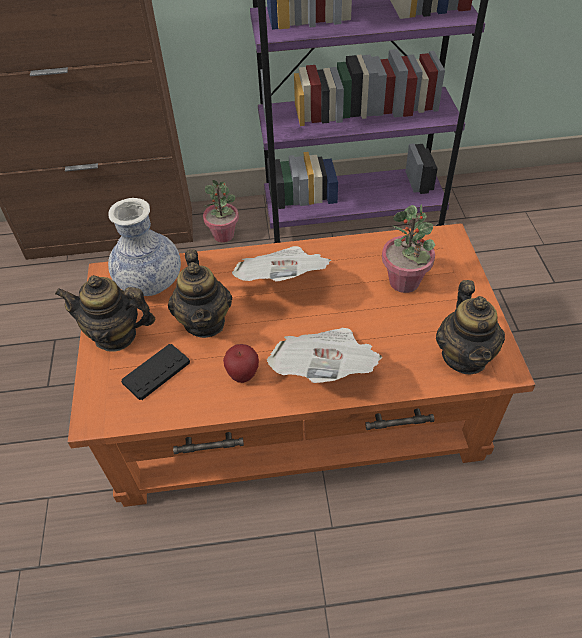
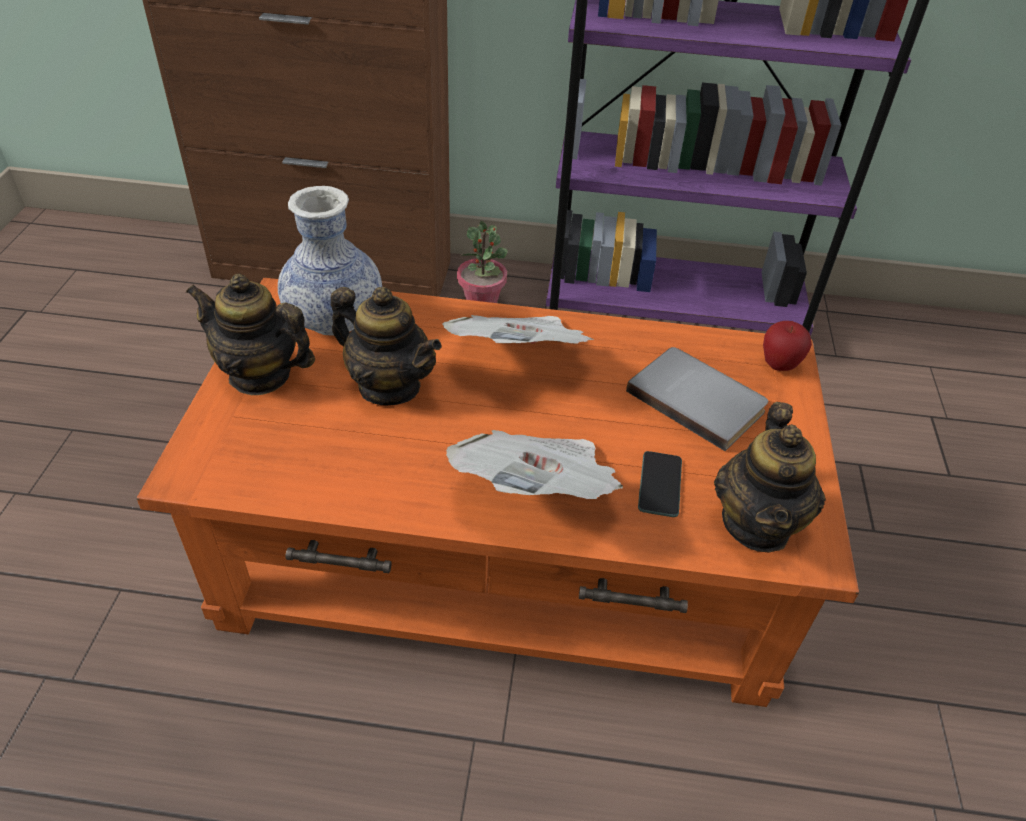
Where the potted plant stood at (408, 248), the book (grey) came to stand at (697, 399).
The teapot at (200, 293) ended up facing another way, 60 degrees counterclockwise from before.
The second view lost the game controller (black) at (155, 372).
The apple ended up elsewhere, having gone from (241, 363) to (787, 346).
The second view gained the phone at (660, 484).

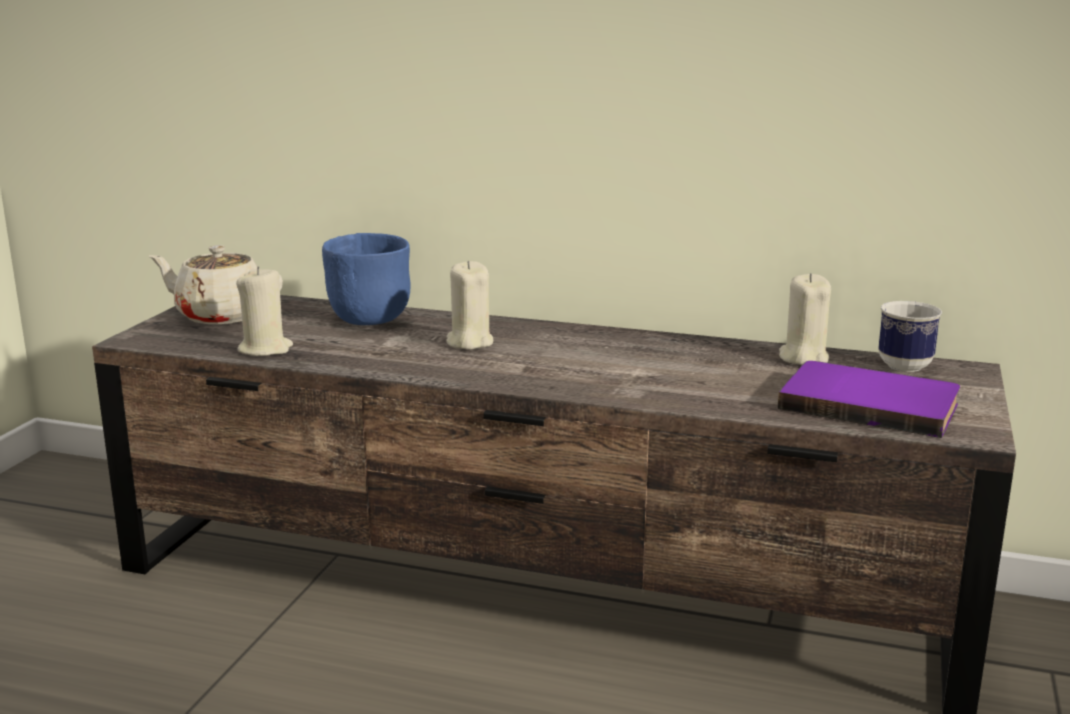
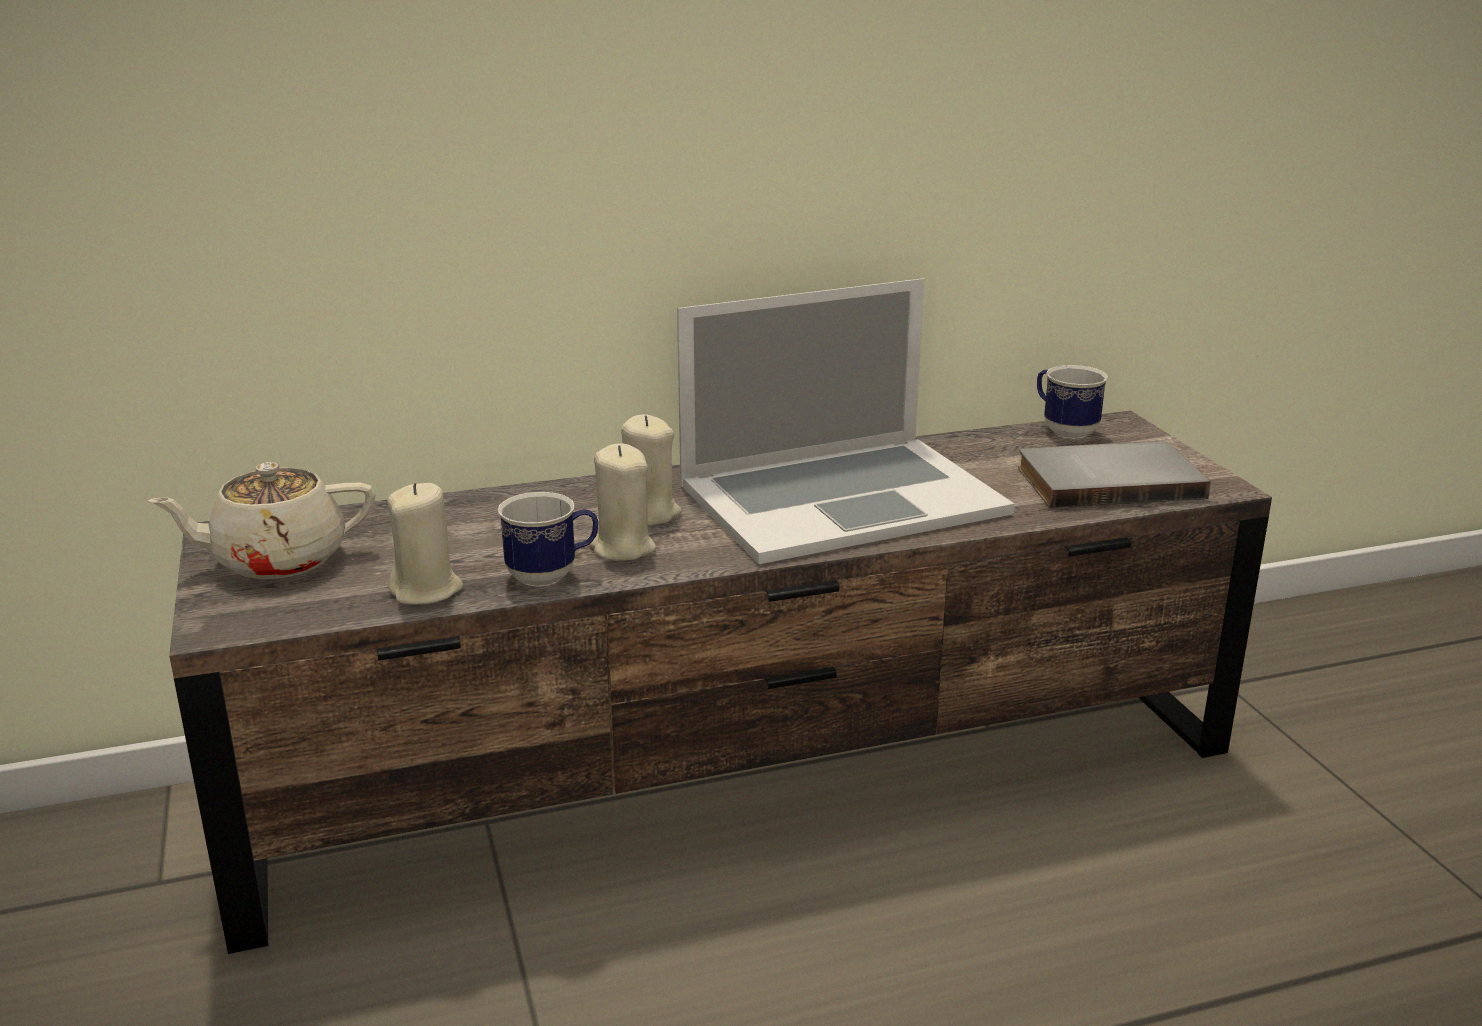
The second view lost the bowl (blue) at (366, 279).
The candle (beige) ended up elsewhere, having gone from (805, 319) to (622, 502).
What was the book (purple) at (869, 399) turned into the book (grey) at (1114, 474).
The second view gained the laptop at (846, 421).
The second view gained the mug at (548, 539).

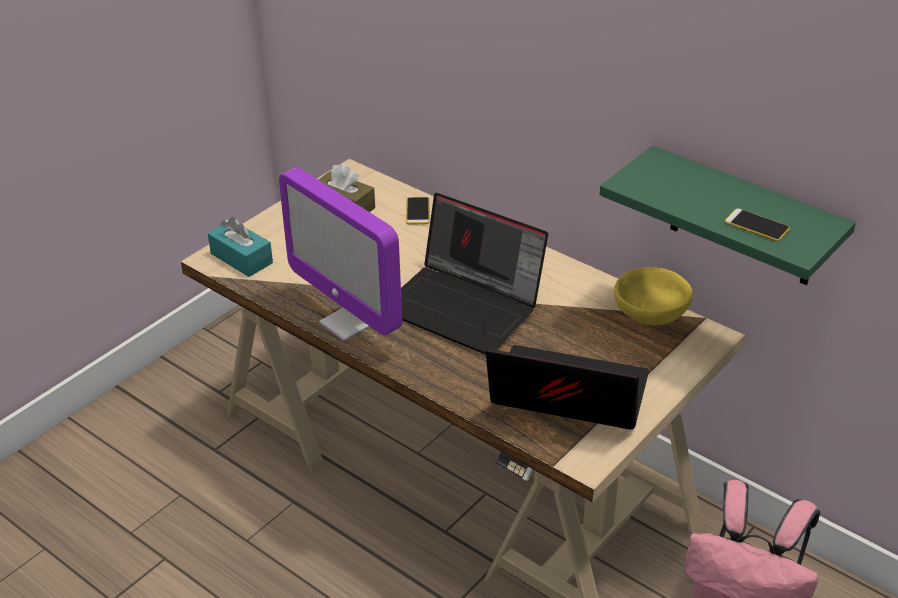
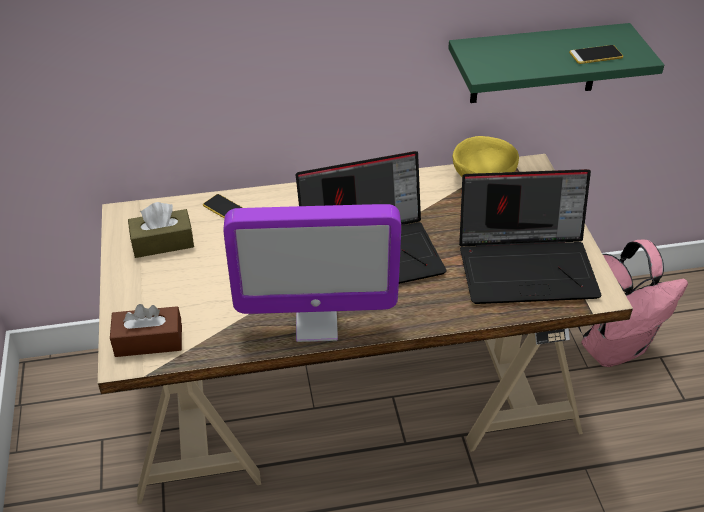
What was the tissue box (turquoise) at (240, 247) turned into the tissue box (brown) at (146, 330).
The laptop at (567, 387) ended up facing another way, 150 degrees counterclockwise from before.

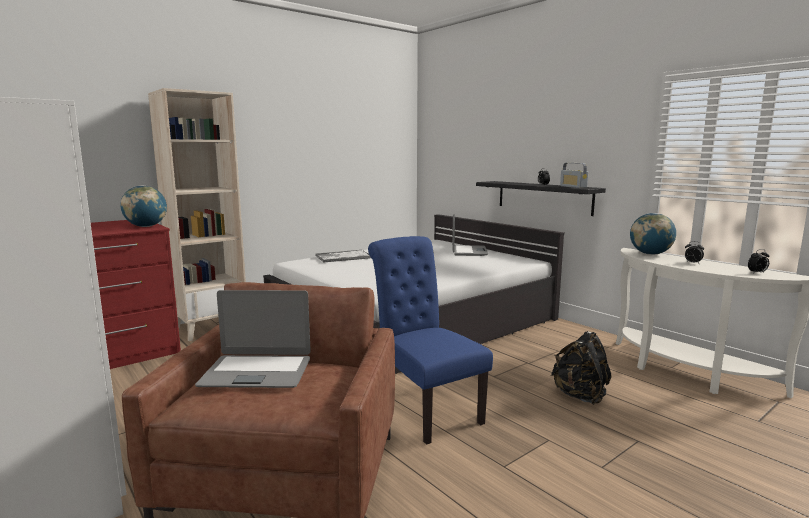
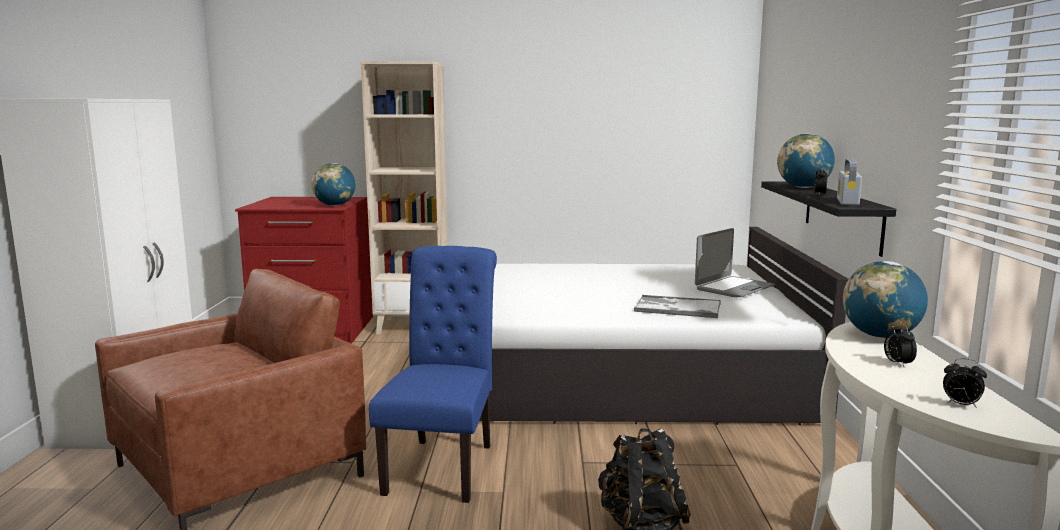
The tray ended up elsewhere, having gone from (343, 256) to (677, 306).
The second view lost the laptop at (253, 339).
The second view gained the globe at (806, 161).

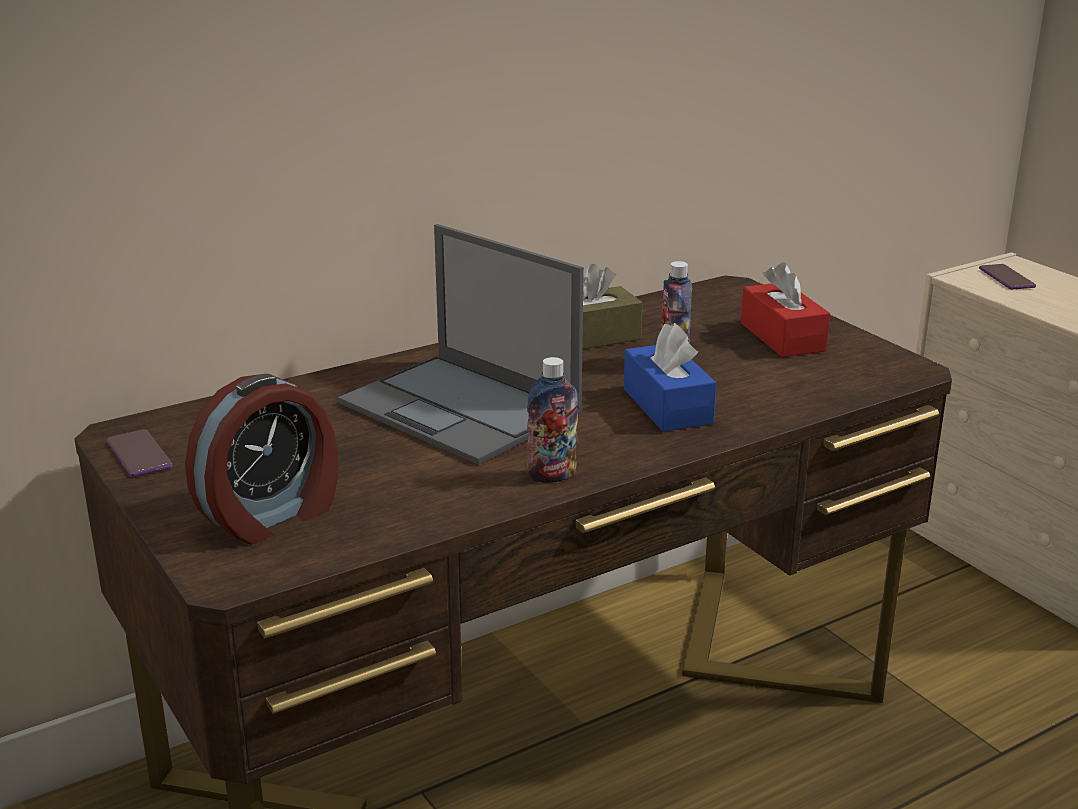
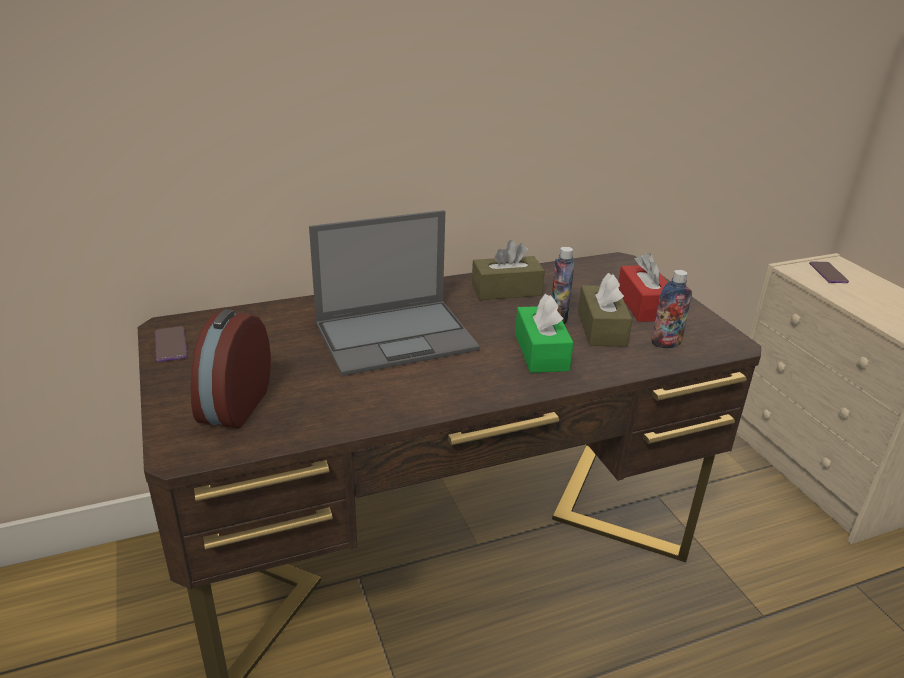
The laptop at (461, 344) ended up facing another way, 75 degrees counterclockwise from before.
What was the tissue box (blue) at (670, 377) turned into the tissue box (green) at (544, 333).
The bottle ended up elsewhere, having gone from (552, 420) to (672, 309).
The alarm clock at (262, 459) ended up facing another way, 135 degrees clockwise from before.
The second view gained the tissue box (brown) at (605, 310).

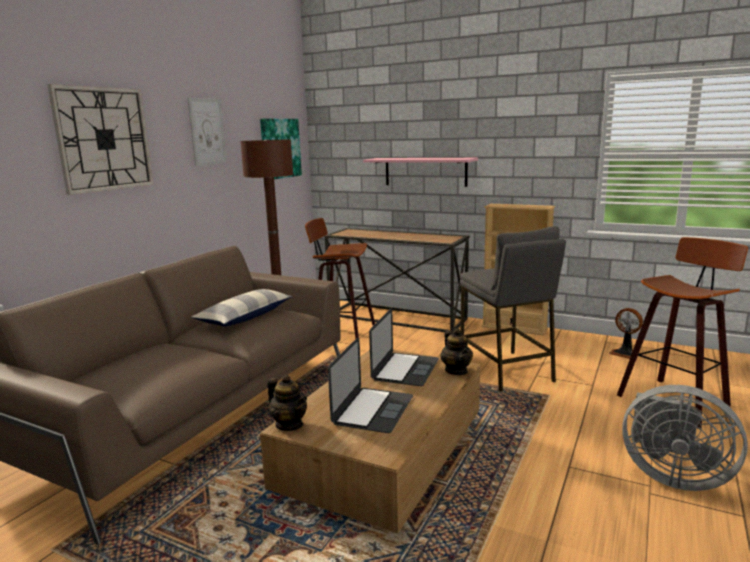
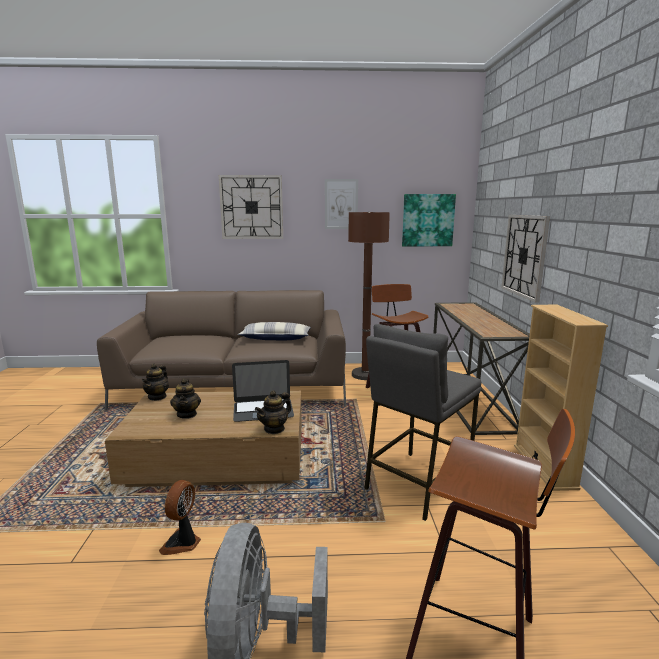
Where the shelf (pink) hung at (420, 172), the wall clock came to hang at (525, 259).
The fan ended up elsewhere, having gone from (626, 333) to (180, 517).
Where the laptop stood at (370, 385), the teapot came to stand at (185, 398).

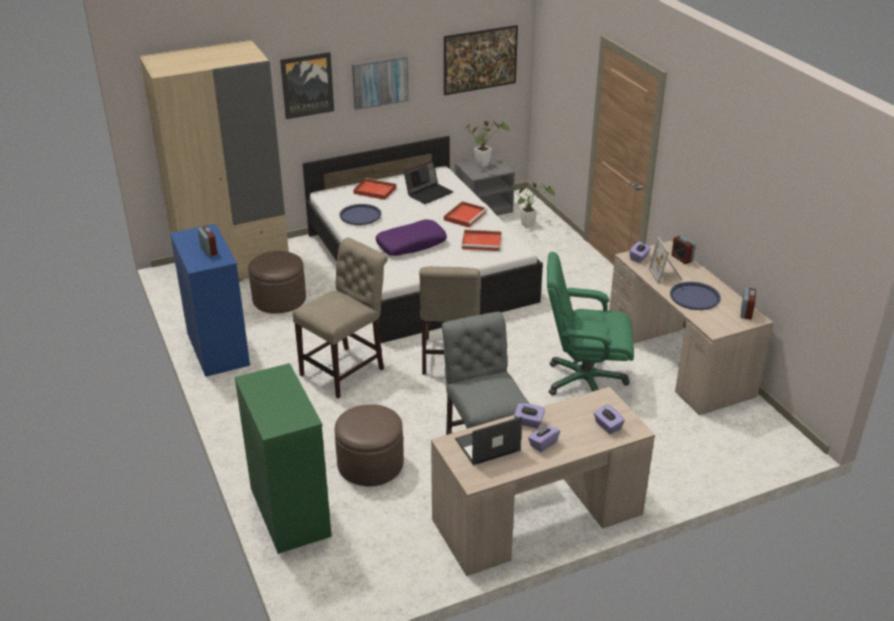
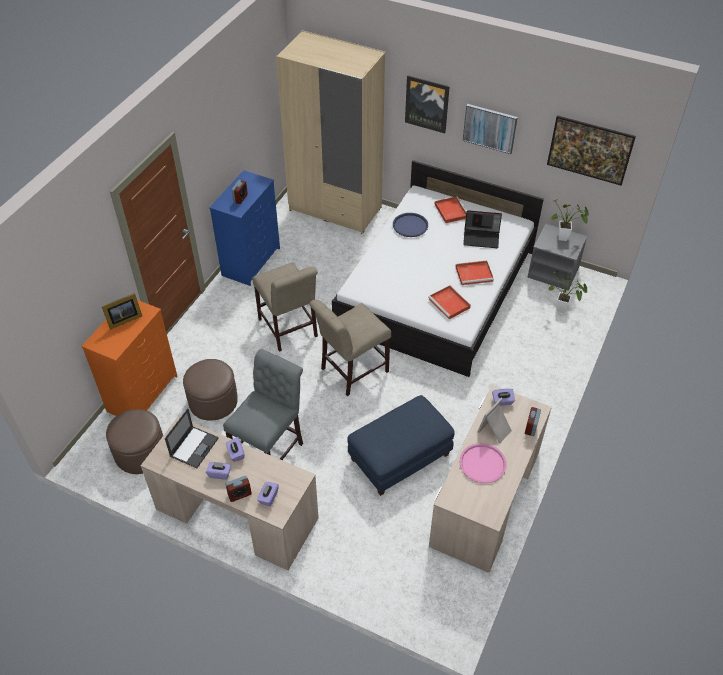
The second view lost the pillow (purple) at (411, 237).
The chair (beige) at (340, 317) ended up facing another way, 60 degrees clockwise from before.
The ottoman (brown) ended up elsewhere, having gone from (277, 282) to (134, 441).
Where the office chair (green) stood at (590, 323), the ottoman (blue) came to stand at (401, 445).
What was the tray (blue) at (695, 296) turned into the tray (pink) at (483, 463).
The alarm clock ended up elsewhere, having gone from (748, 304) to (238, 489).
What was the dresser (green) at (283, 458) turned into the dresser (orange) at (129, 358).
The laptop at (488, 440) ended up facing another way, 90 degrees clockwise from before.
The second view gained the picture frame at (122, 311).

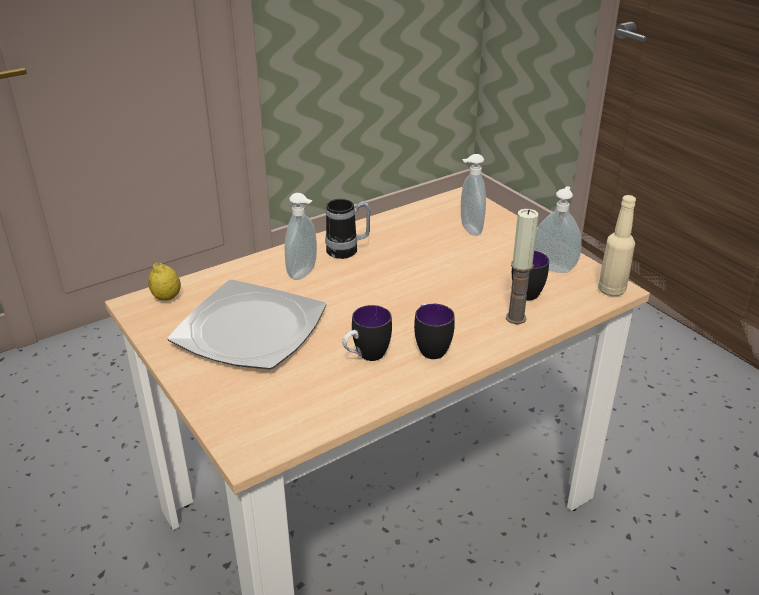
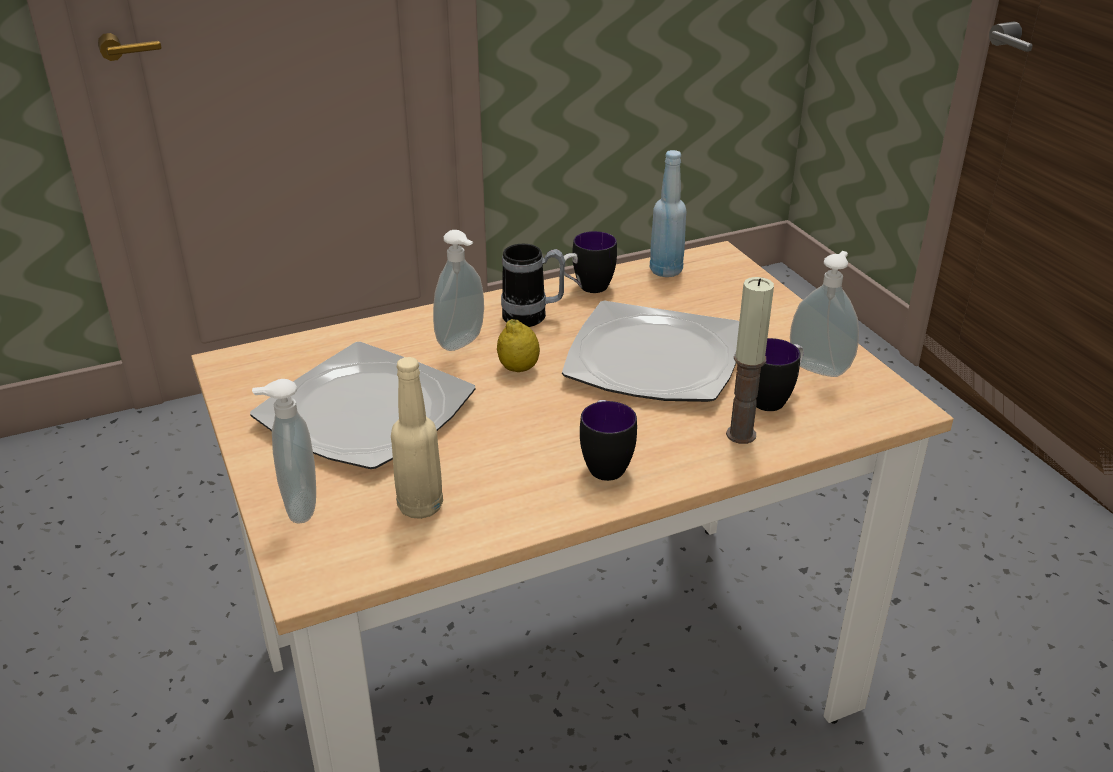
The soap dispenser ended up elsewhere, having gone from (473, 195) to (284, 451).
The bottle (beige) ended up elsewhere, having gone from (617, 245) to (417, 438).
The lemon ended up elsewhere, having gone from (164, 282) to (518, 345).
The mug ended up elsewhere, having gone from (367, 333) to (588, 262).
The second view gained the bottle (blue) at (668, 213).
The second view gained the plate at (650, 351).

